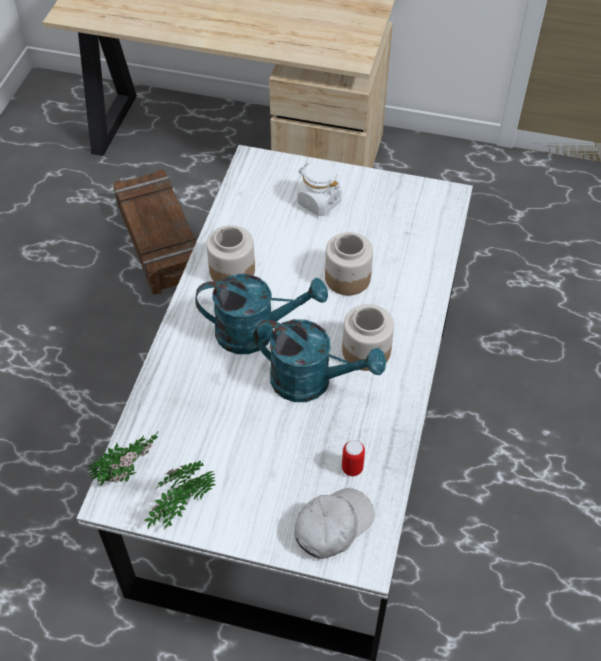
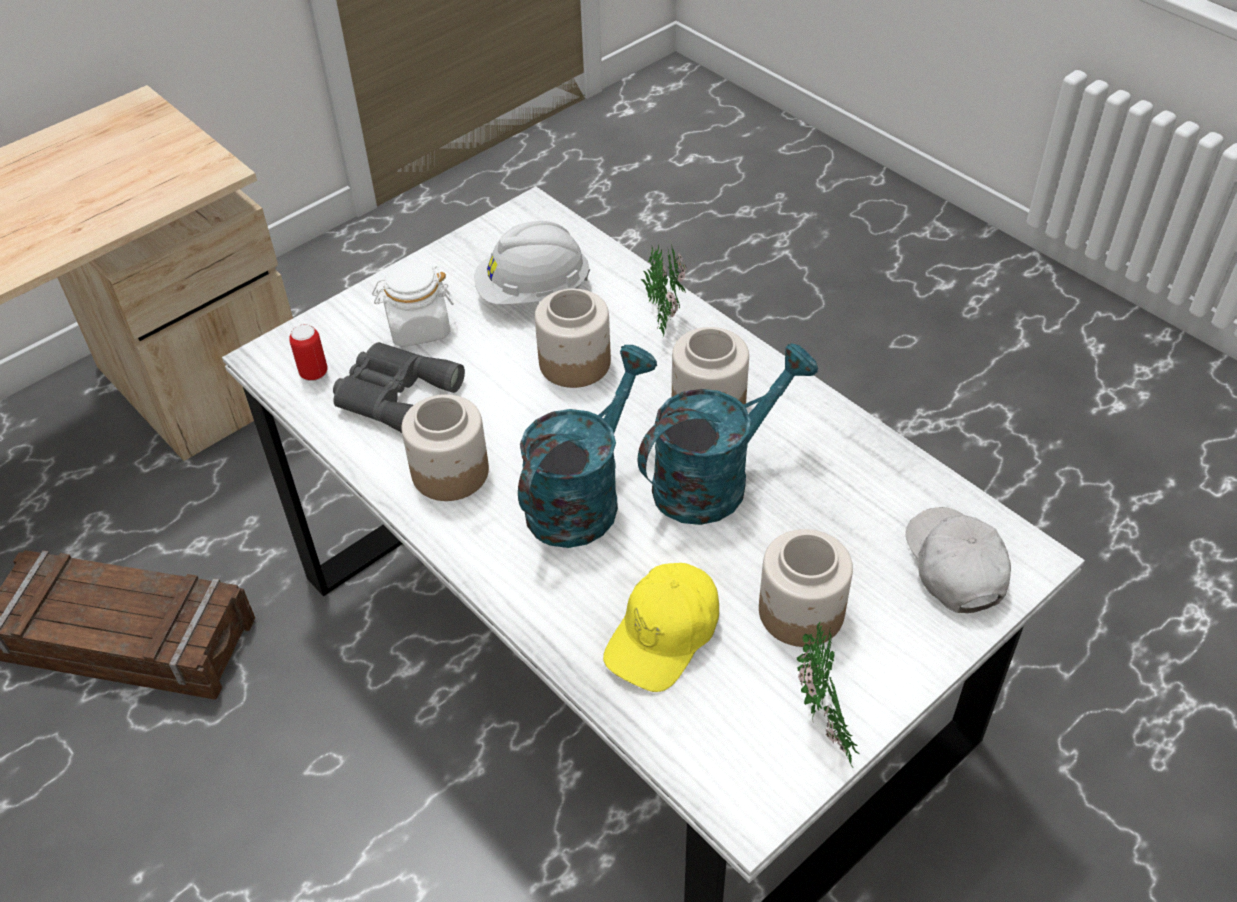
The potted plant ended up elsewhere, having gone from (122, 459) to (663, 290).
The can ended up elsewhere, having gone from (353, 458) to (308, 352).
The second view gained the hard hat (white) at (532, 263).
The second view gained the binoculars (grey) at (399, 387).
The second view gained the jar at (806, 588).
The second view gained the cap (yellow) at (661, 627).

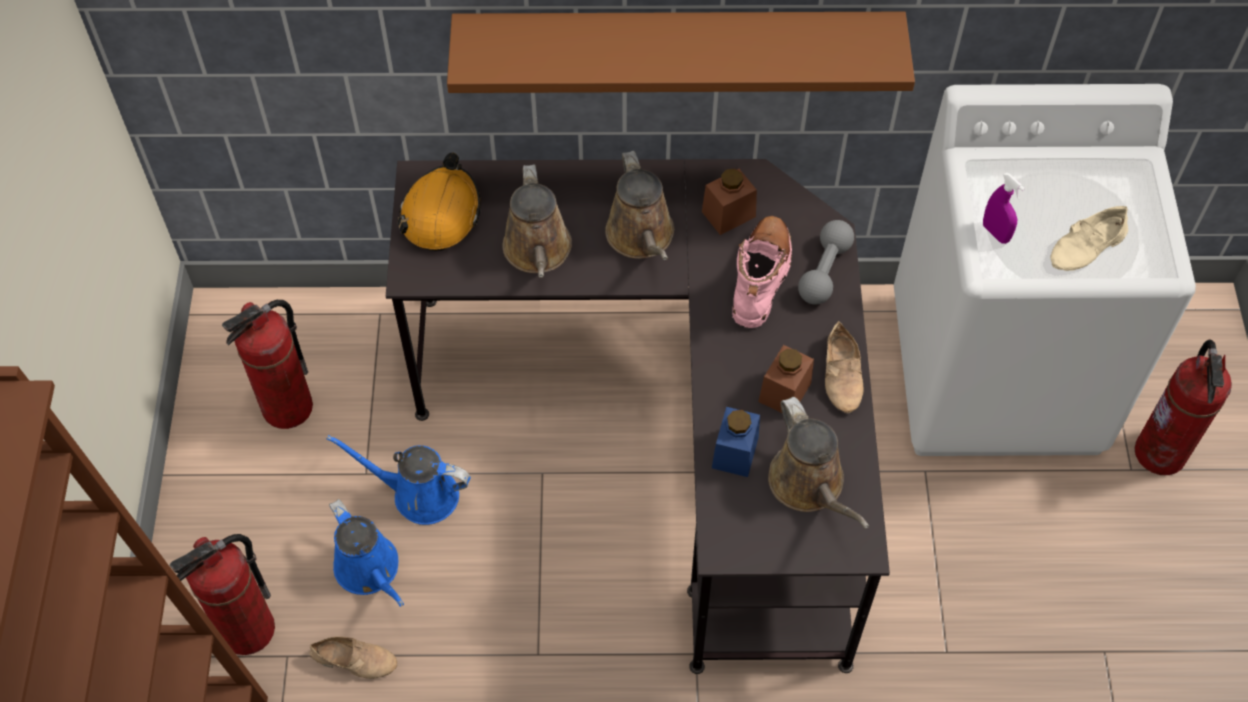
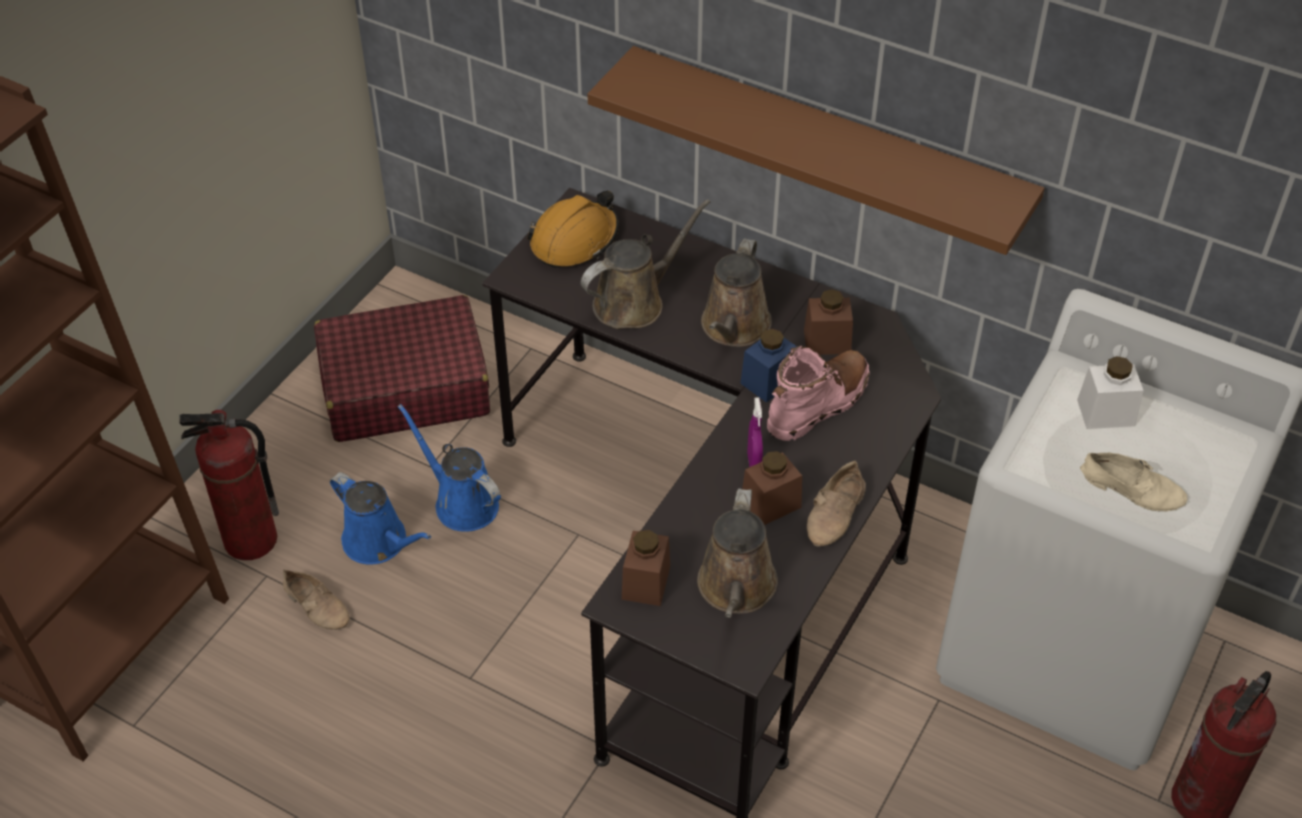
The watering can (brown) at (537, 221) ended up facing another way, 150 degrees counterclockwise from before.
The spray bottle (purple) ended up elsewhere, having gone from (1004, 208) to (755, 432).
The shoe (beige) at (1089, 238) ended up facing another way, 150 degrees counterclockwise from before.
The second view lost the dumbbell (grey) at (826, 262).
Where the fire extinguisher stood at (267, 364), the suitcase (red) came to stand at (402, 368).
The jar (blue) ended up elsewhere, having gone from (736, 442) to (768, 366).
The watering can (blue) at (366, 553) ended up facing another way, 45 degrees counterclockwise from before.
The second view gained the jar (white) at (1110, 392).
The second view gained the jar (brown) at (646, 568).

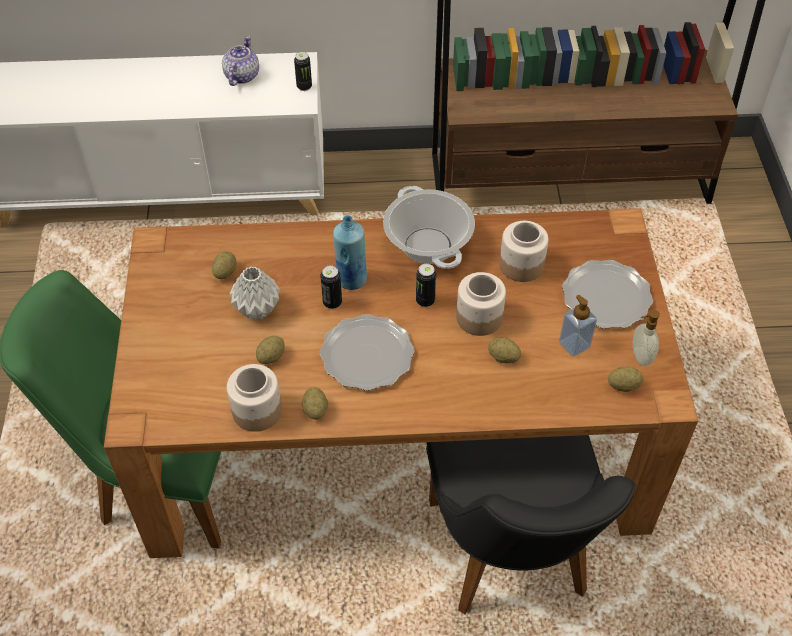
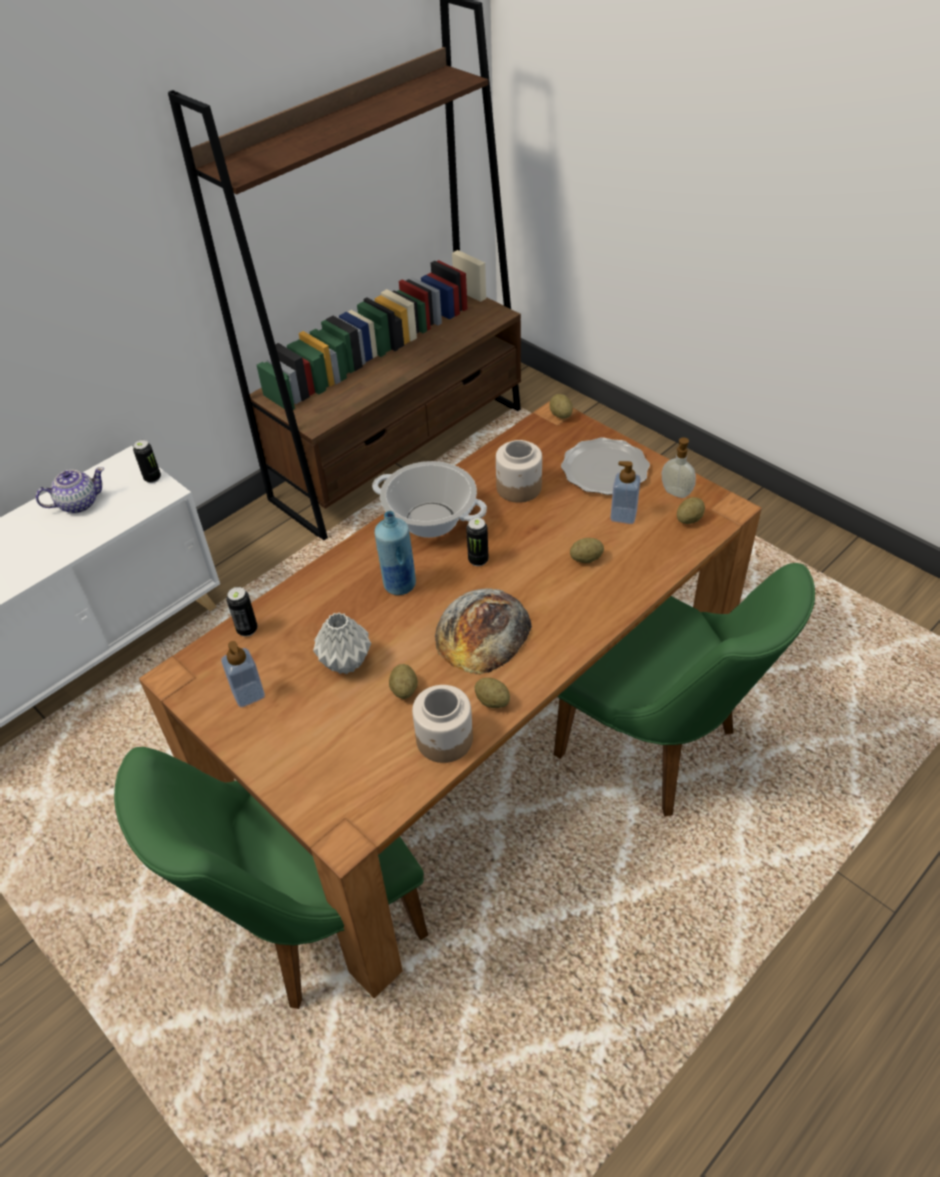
The teapot at (240, 61) ended up facing another way, 90 degrees clockwise from before.
The potato ended up elsewhere, having gone from (224, 265) to (561, 406).
The can ended up elsewhere, having gone from (331, 287) to (242, 612).
The second view lost the jar at (481, 304).
Where the plate stood at (367, 352), the bread came to stand at (483, 631).
What was the chair (black) at (531, 524) turned into the chair (green) at (684, 689).
The second view gained the soap dispenser at (243, 674).

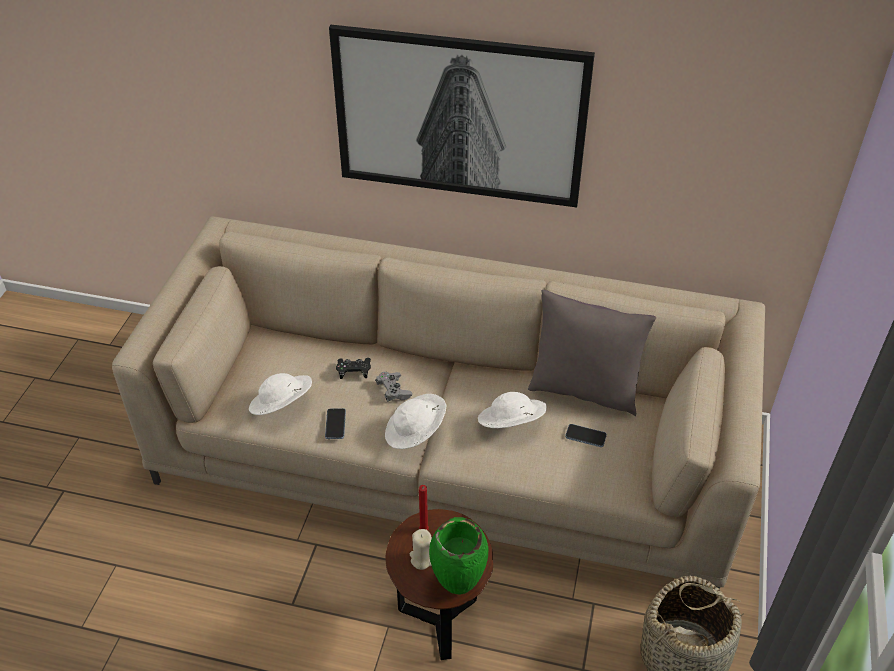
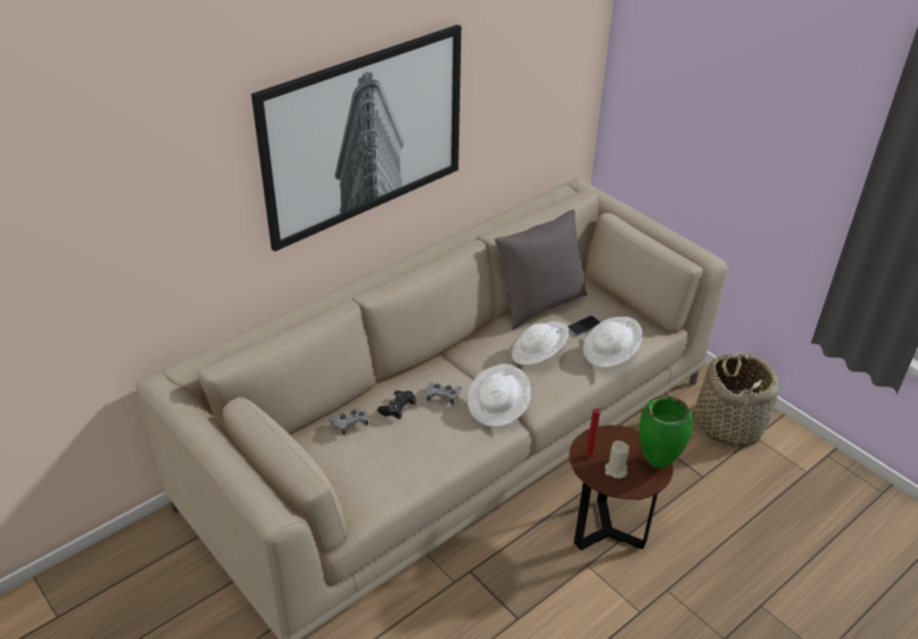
The hat (white) ended up elsewhere, having gone from (280, 394) to (612, 342).
The second view lost the phone at (335, 423).
The second view gained the game controller (grey) at (348, 421).

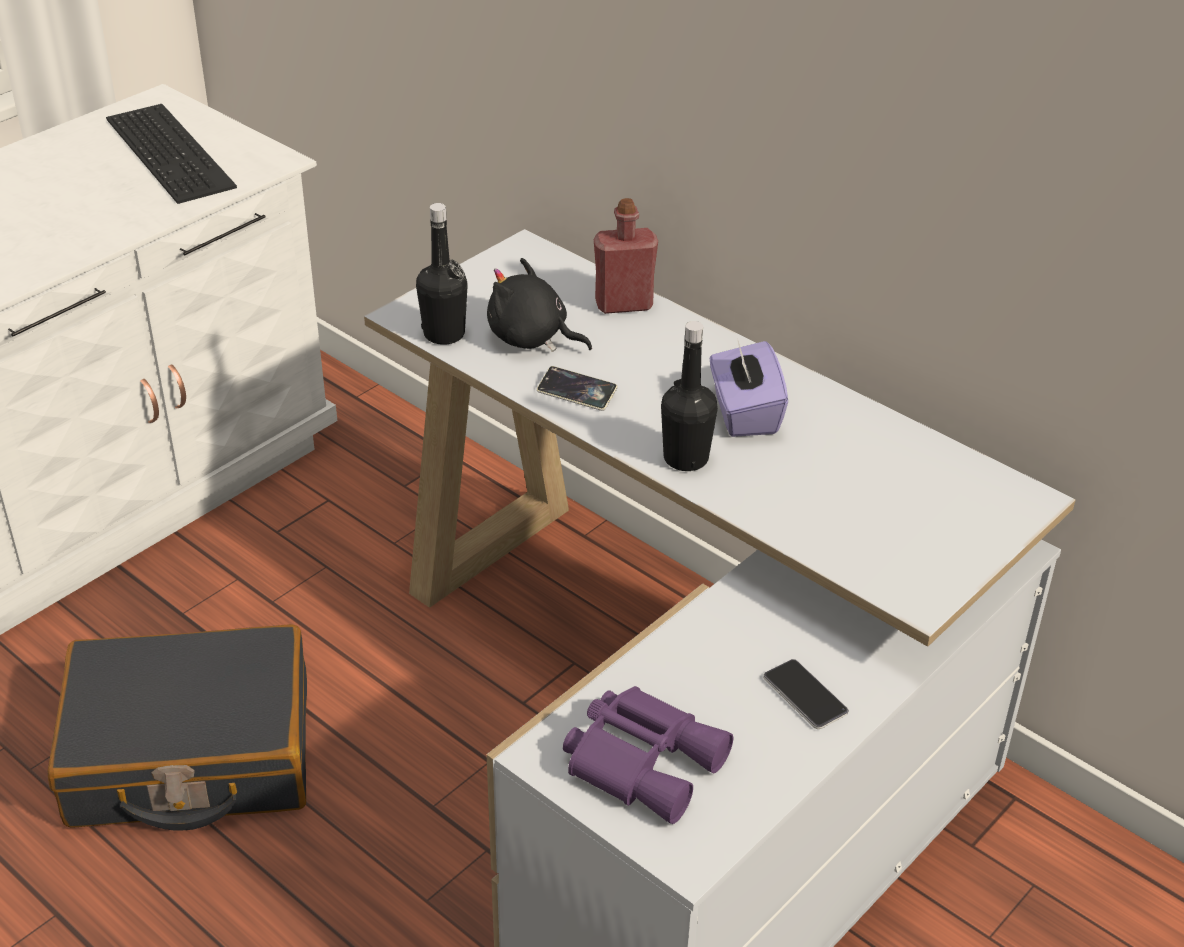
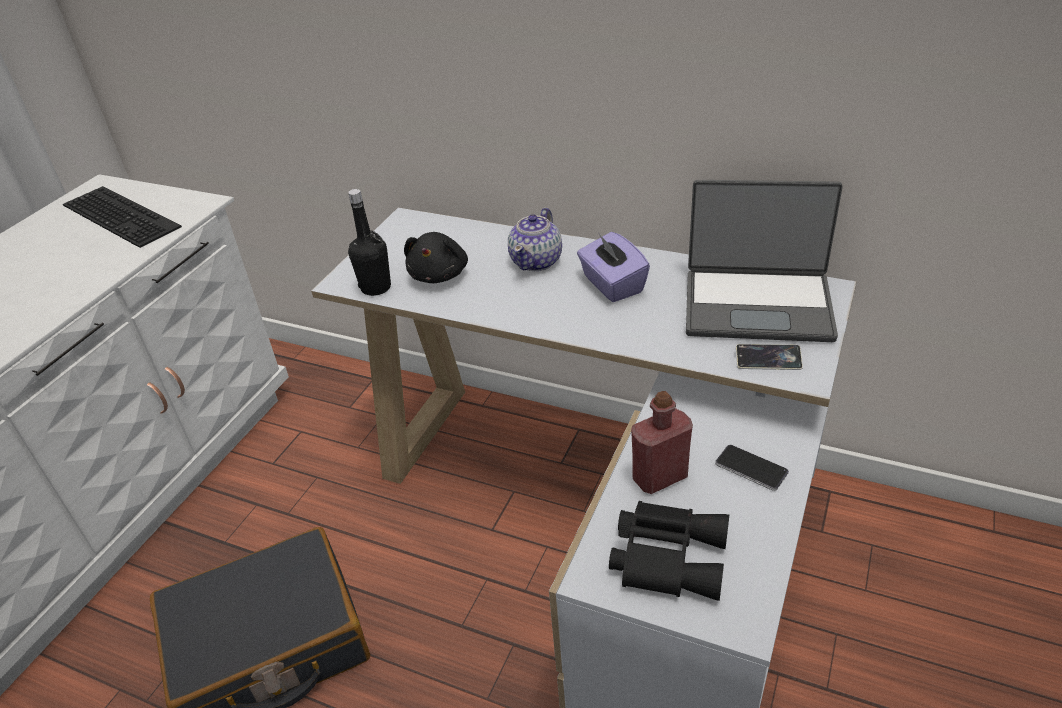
The bottle (red) ended up elsewhere, having gone from (626, 256) to (662, 442).
The plush toy (black) at (539, 305) ended up facing another way, 90 degrees counterclockwise from before.
The second view lost the bottle (black) at (689, 396).
The phone ended up elsewhere, having gone from (577, 388) to (769, 357).
What was the binoculars (purple) at (648, 755) turned into the binoculars (black) at (669, 551).
The second view gained the laptop at (764, 261).
The second view gained the teapot at (535, 239).

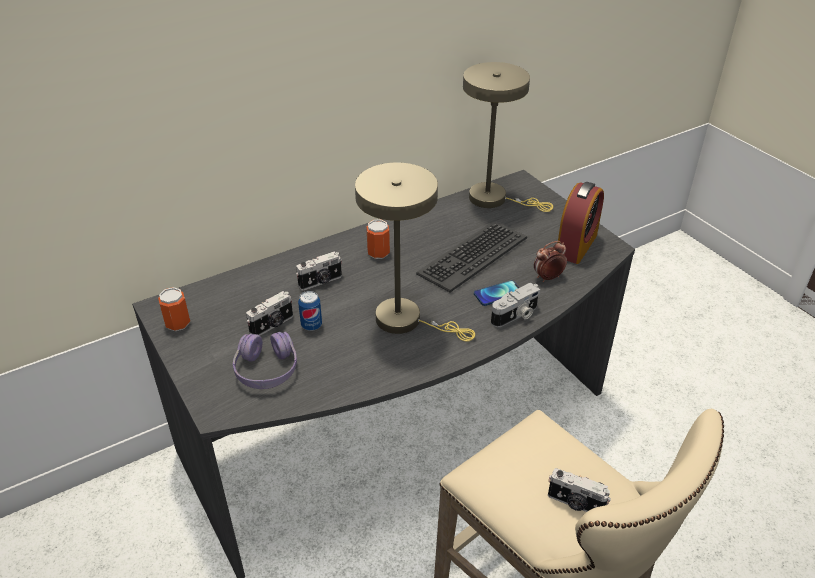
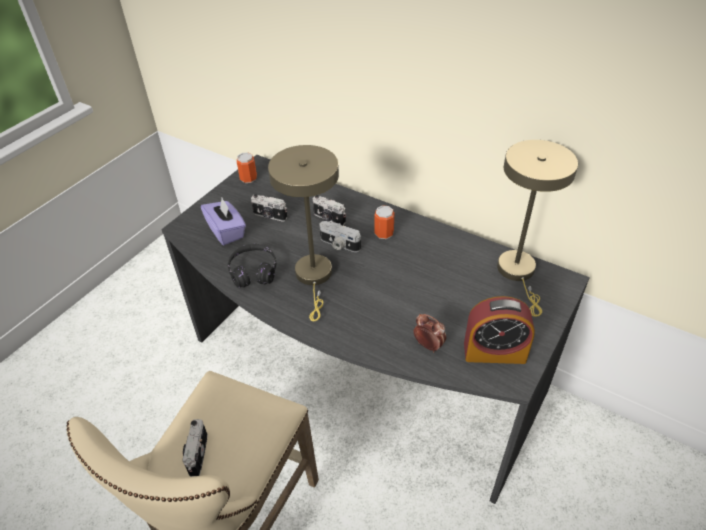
The second view lost the keyboard at (471, 256).
The second view lost the phone at (496, 293).
The photo camera ended up elsewhere, having gone from (515, 305) to (340, 236).
The second view lost the can at (310, 311).
Where the headphones (purple) stood at (265, 360), the tissue box (purple) came to stand at (223, 221).
The second view gained the headphones (black) at (252, 266).

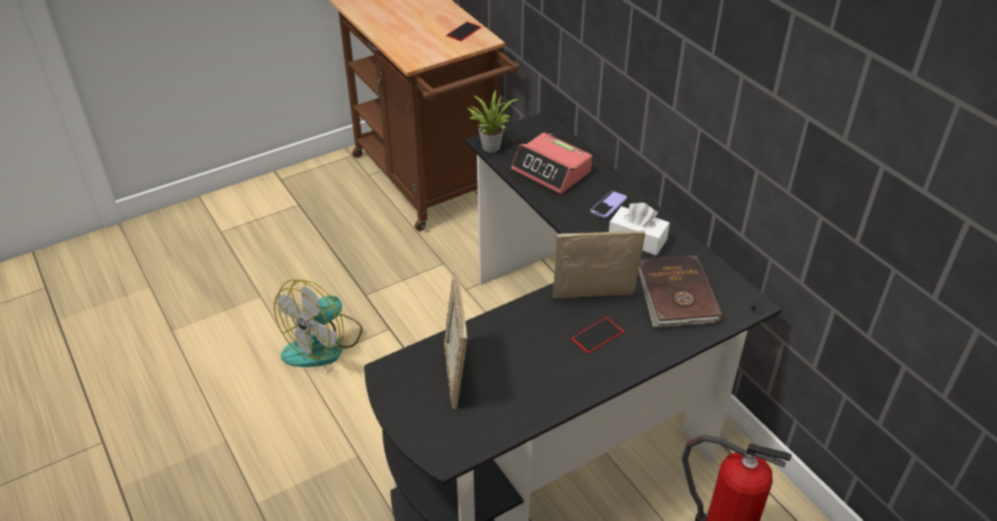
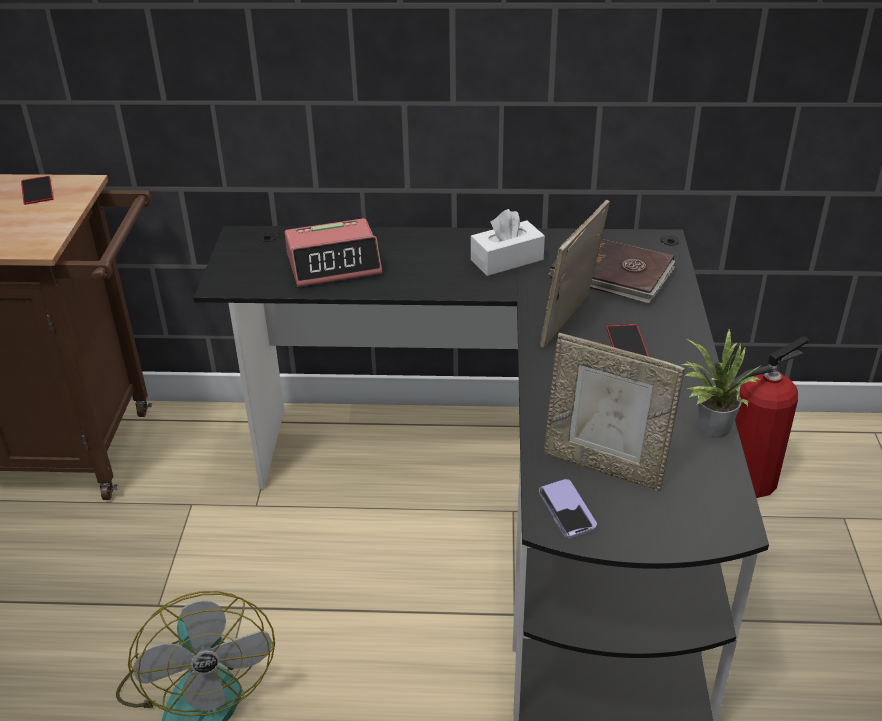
The potted plant ended up elsewhere, having gone from (492, 121) to (722, 383).
The phone ended up elsewhere, having gone from (608, 204) to (568, 509).

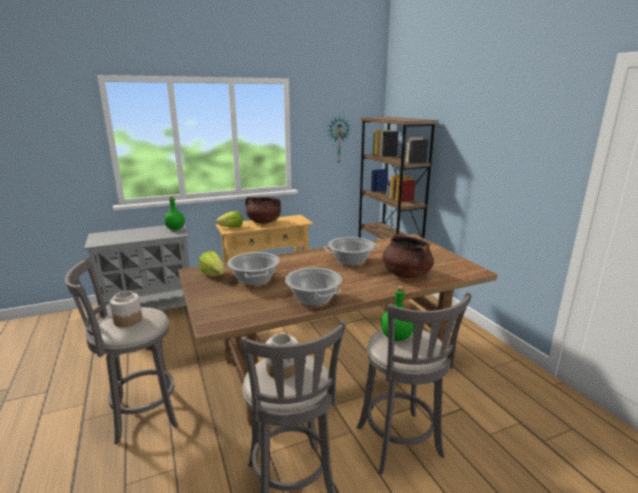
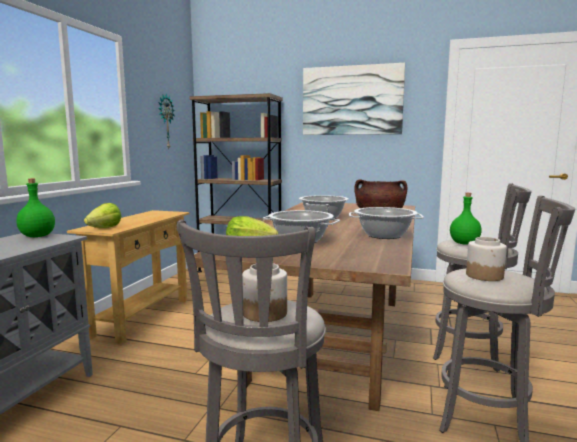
The second view lost the cooking pot (brown) at (263, 210).
The second view gained the picture at (354, 99).

